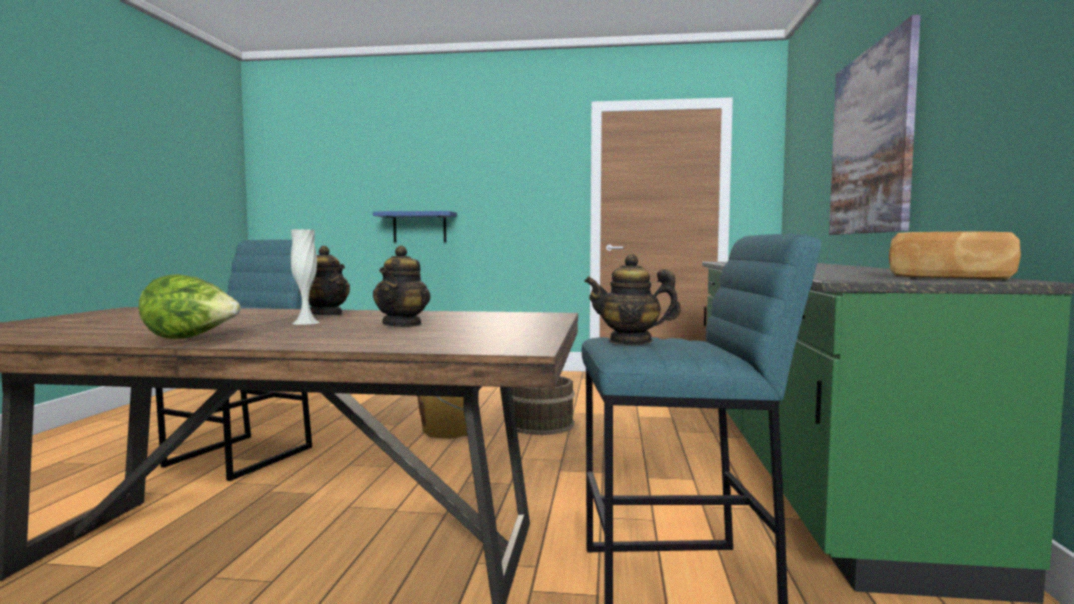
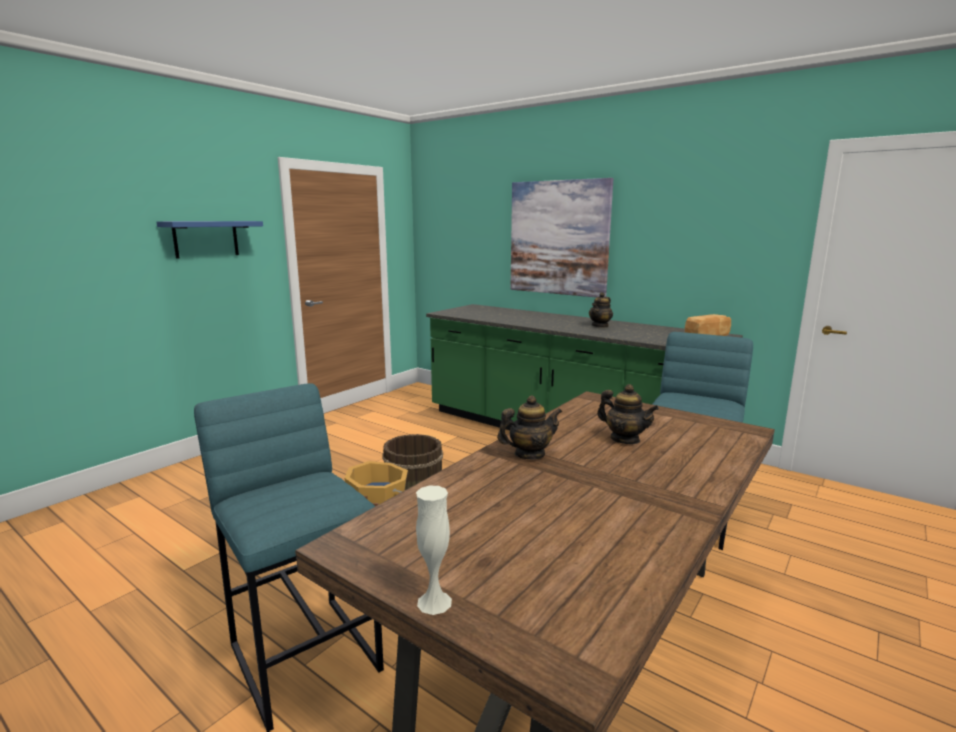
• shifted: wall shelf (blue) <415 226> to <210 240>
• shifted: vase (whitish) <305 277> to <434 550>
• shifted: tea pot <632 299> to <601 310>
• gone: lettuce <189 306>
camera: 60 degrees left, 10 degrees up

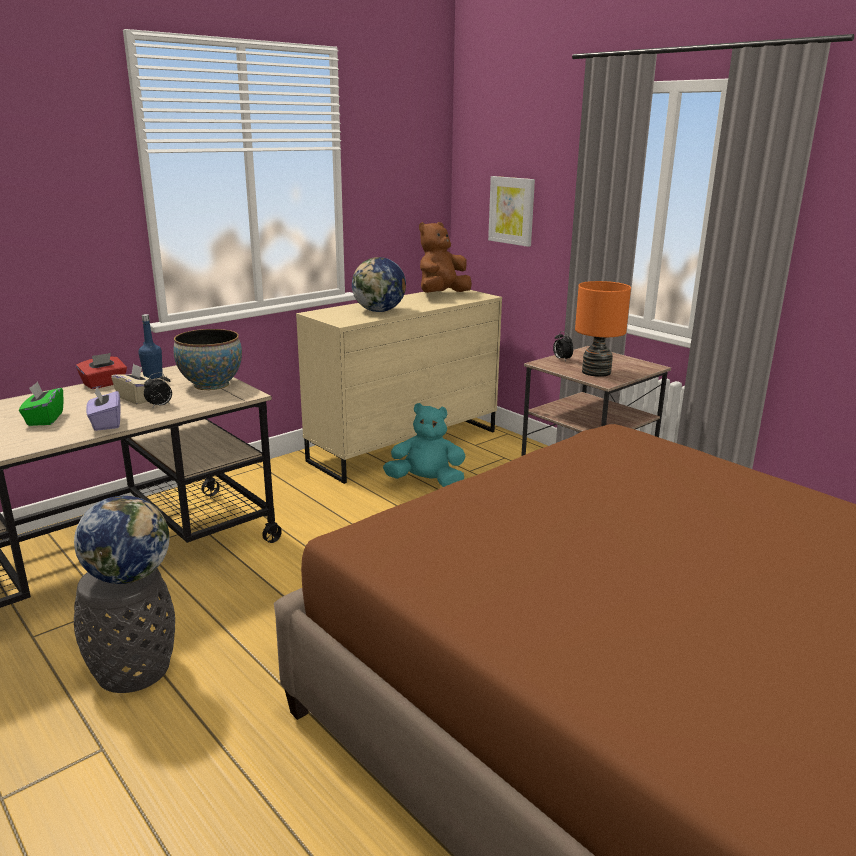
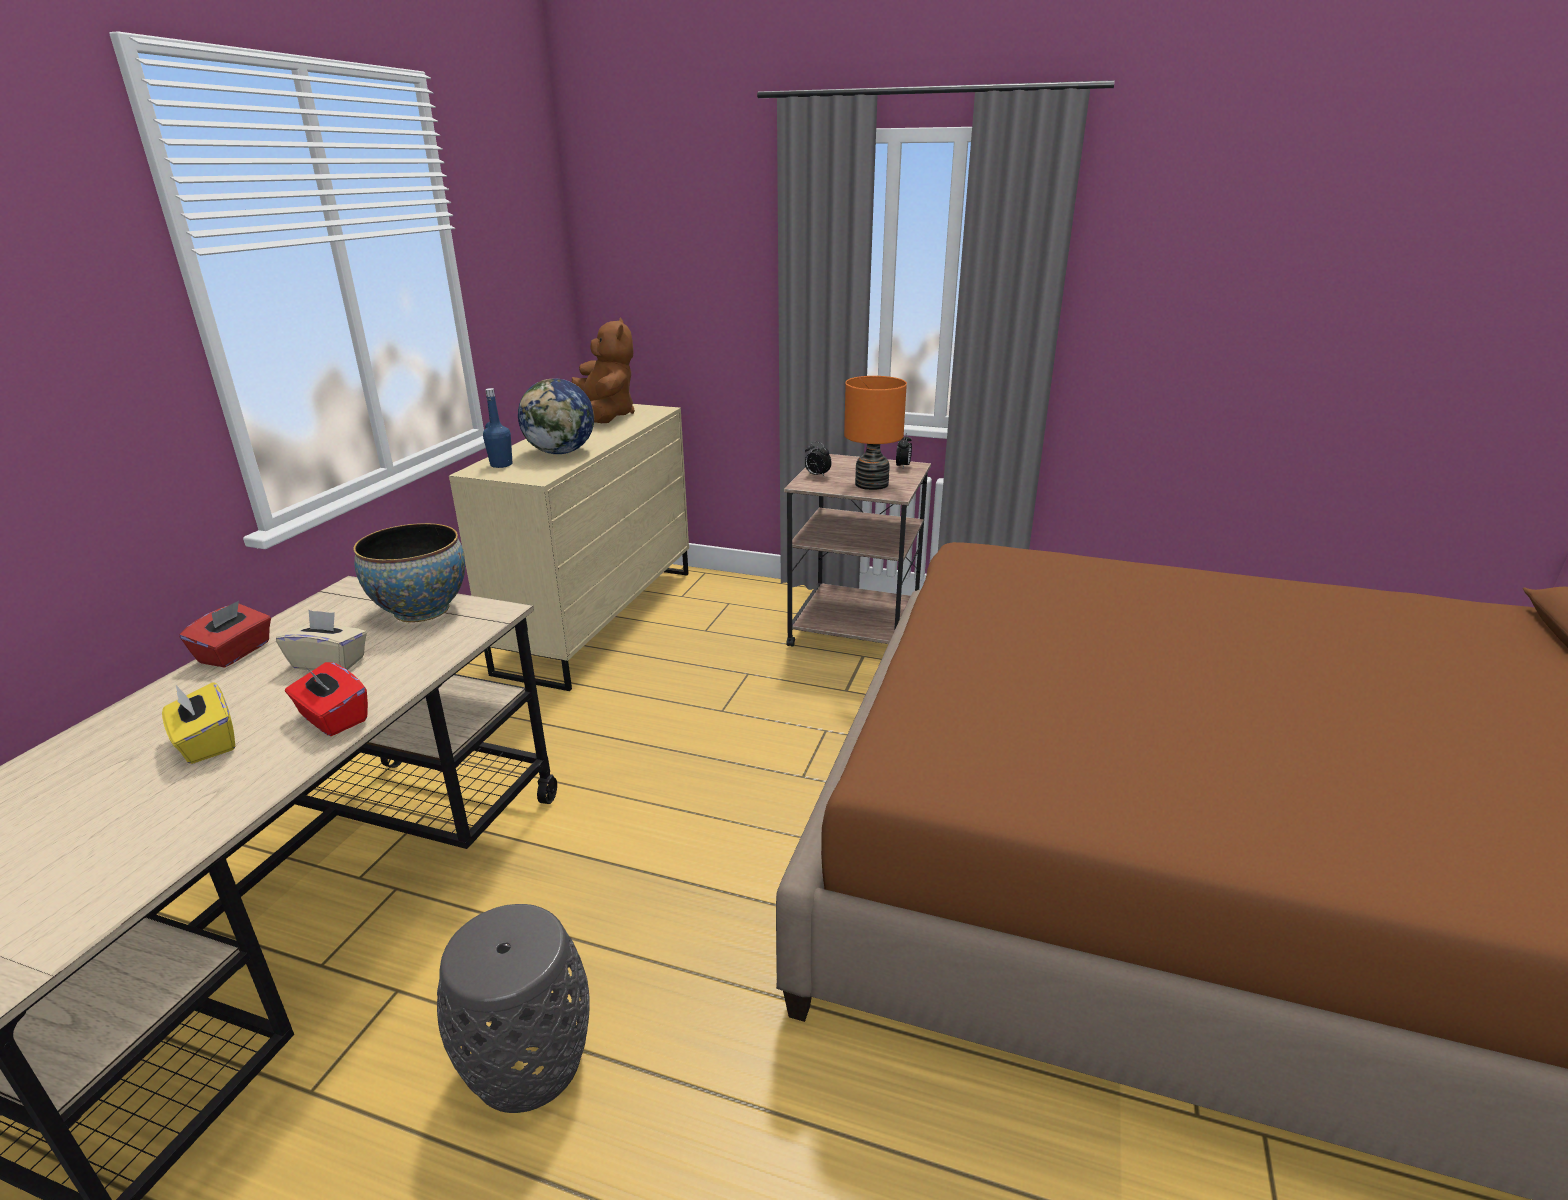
• gone: wall art <511 211>
• rotated: soft toy (brownish) <445 257> = <603 370> 150 degrees clockwise
• shifted: bottle (blue) <150 346> to <497 428>
• shifted: table clock <158 390> to <904 450>
• repainted: box of tissues (green) <41 404> to box of tissues (yellowish) <198 723>
• repainted: box of tissues (purplish) <103 409> to box of tissues (reddish) <326 699>
• gone: soft toy (turquoise-coloured) <424 445>
• gone: desk globe <122 540>
camera: 30 degrees left, 5 degrees up

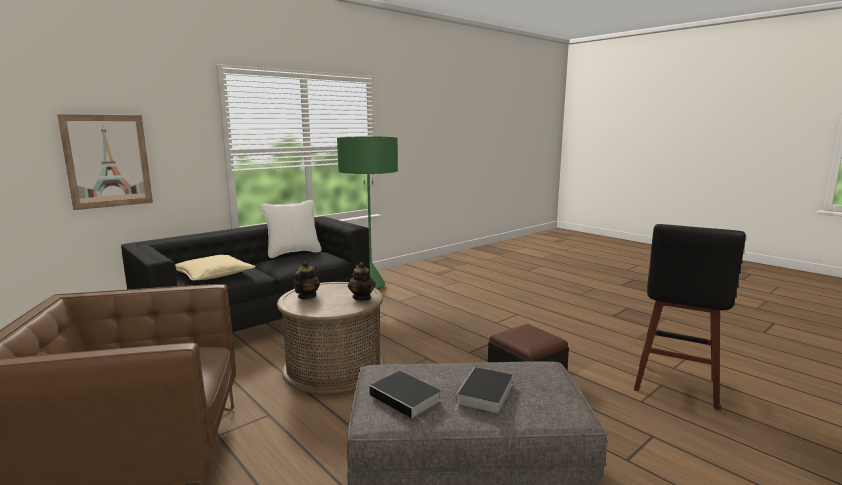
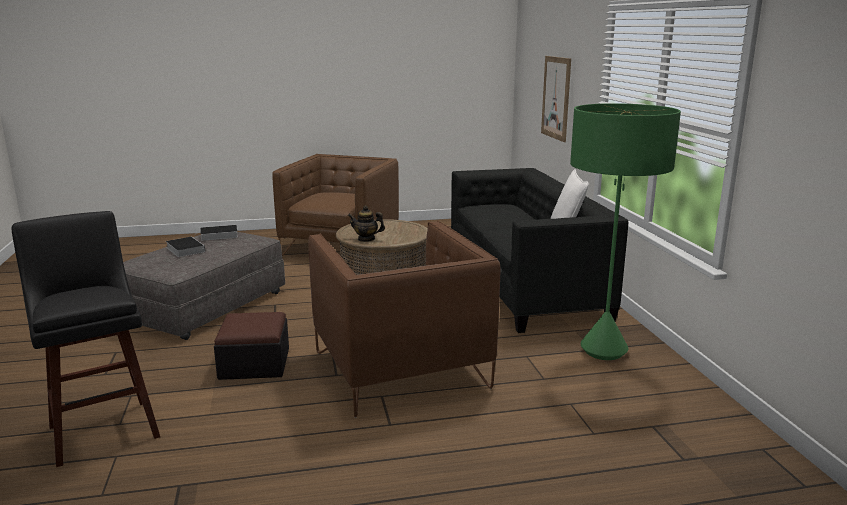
• gone: pillow (beige-coloured) <215 267>
• gone: tea pot <306 280>
• new: lounge chair (brownish) <404 319>
camera: 120 degrees right, 5 degrees up

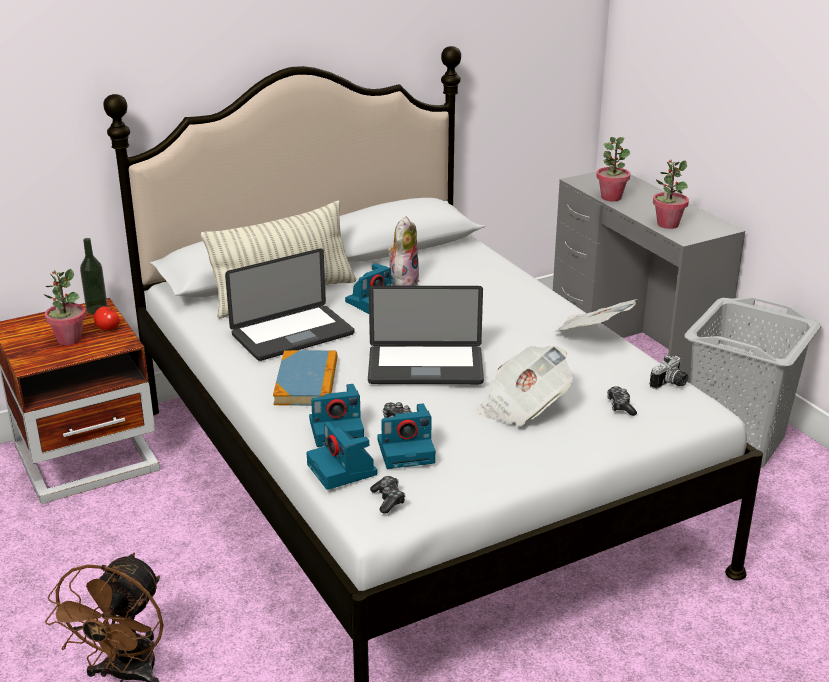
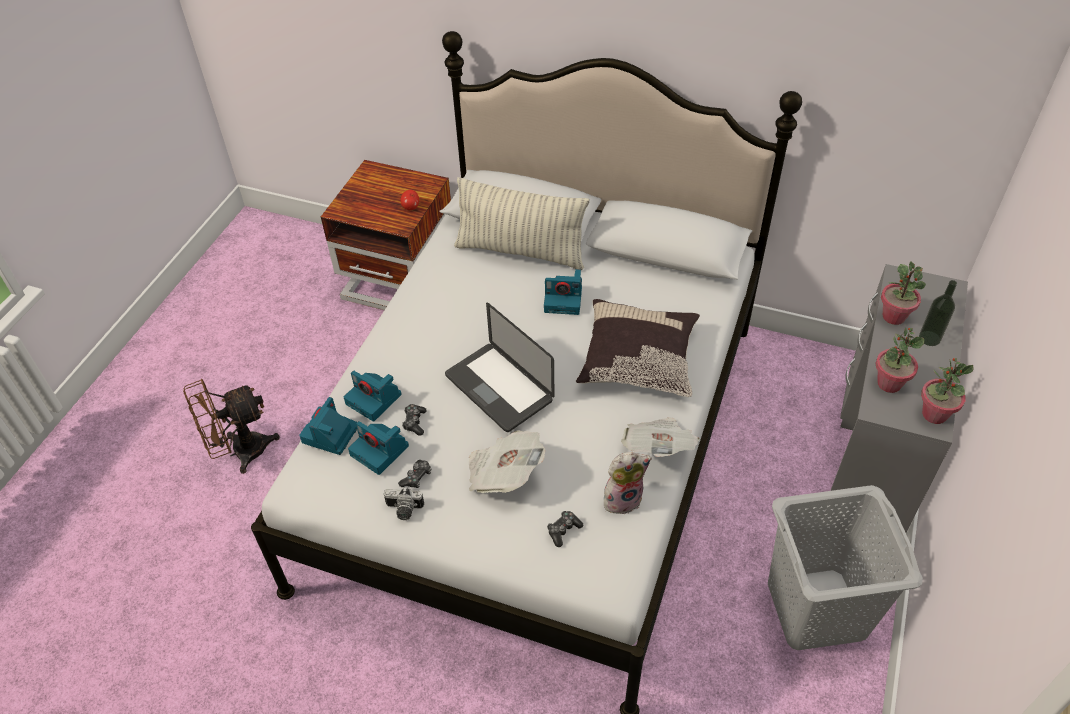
• shifted: soft toy <403 251> to <628 483>
• shifted: bottle <94 276> to <938 313>
• gone: notebook computer <290 304>
• shifted: houseplant <65 307> to <947 391>
• gone: bound book <305 378>
• shifted: still camera <669 372> to <404 503>
• shifted: gamepad <387 495> to <414 474>
• new: pillow <638 348>
camera: 50 degrees right, 20 degrees up

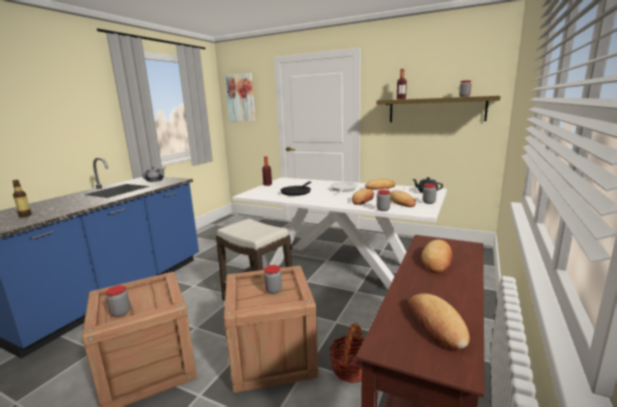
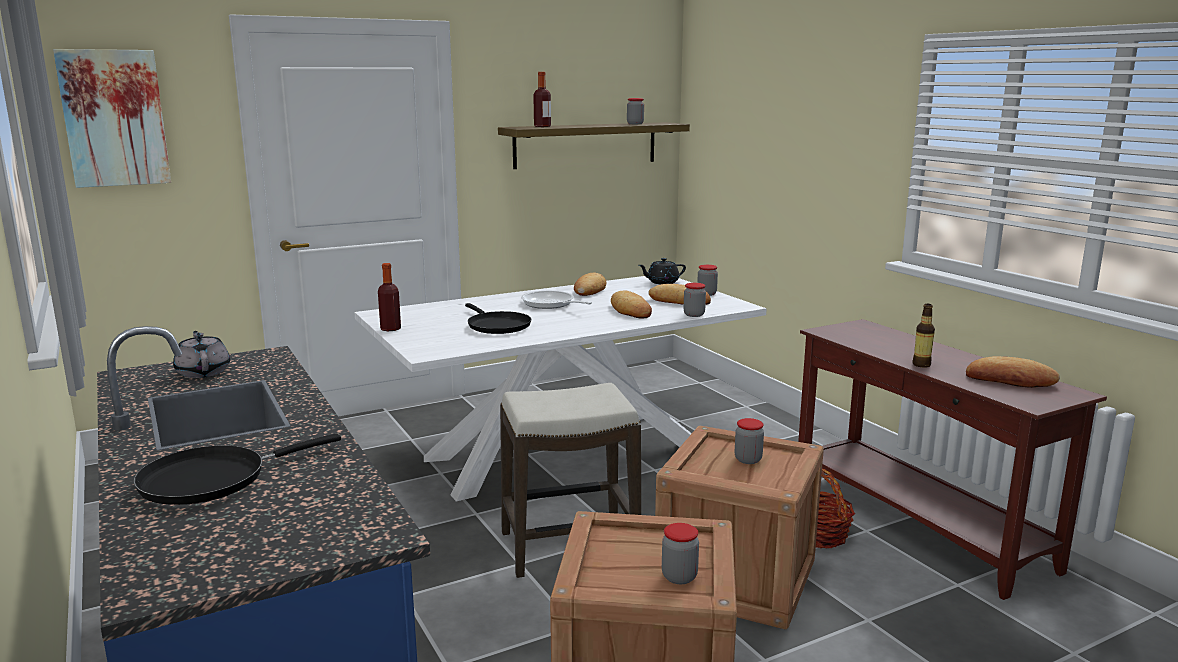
• shifted: bottle <22 198> to <924 336>
• gone: bakery bread <437 257>
• new: frying pan (black) <237 469>
camera: 55 degrees left, 0 degrees up

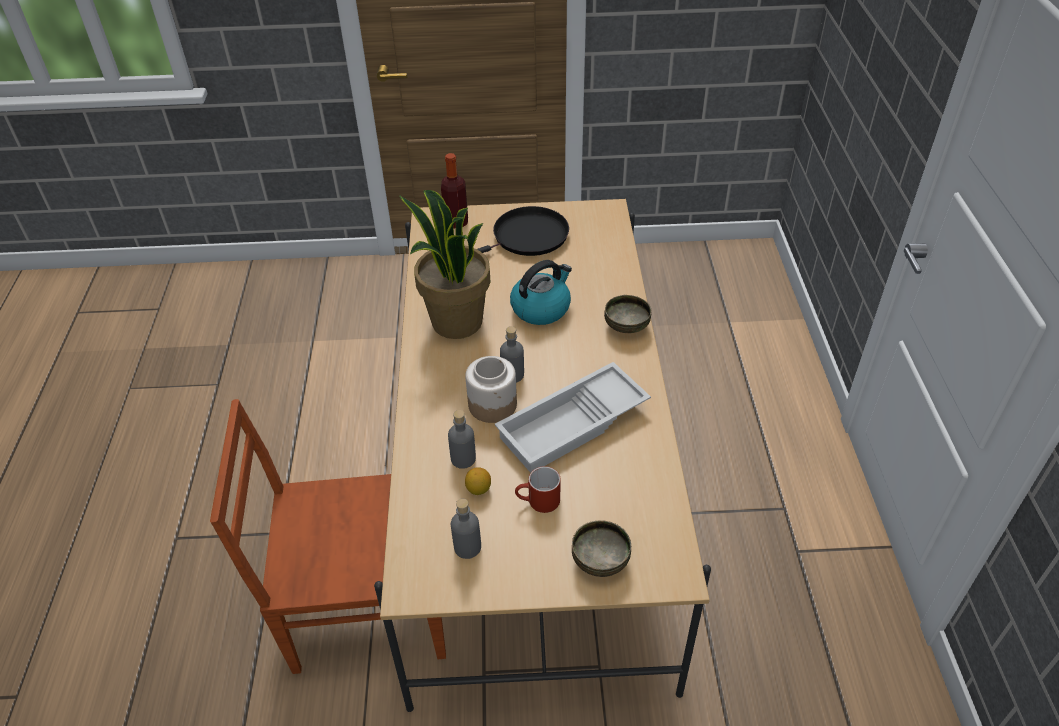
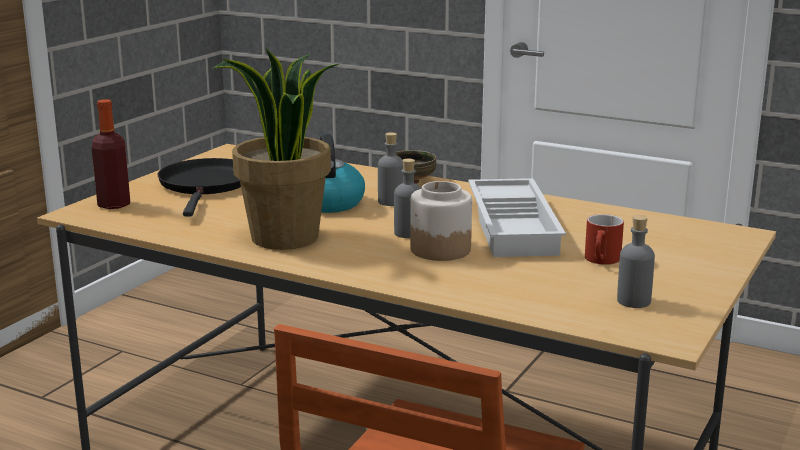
• shifted: bottle (greyish) <462 439> to <390 169>
• gone: whole lemon <478 481>
• gone: bowl <601 548>
camera: 60 degrees left, 25 degrees down

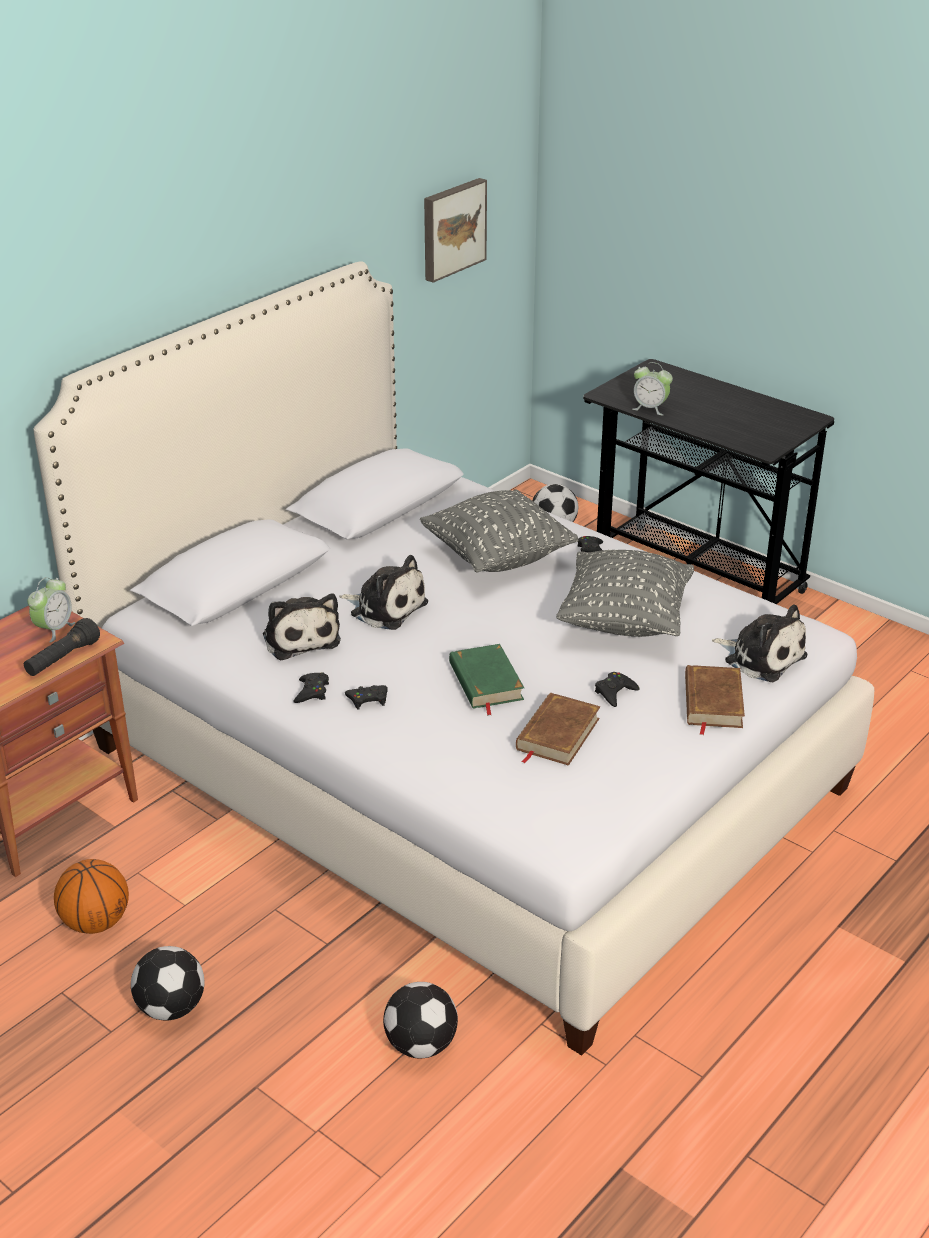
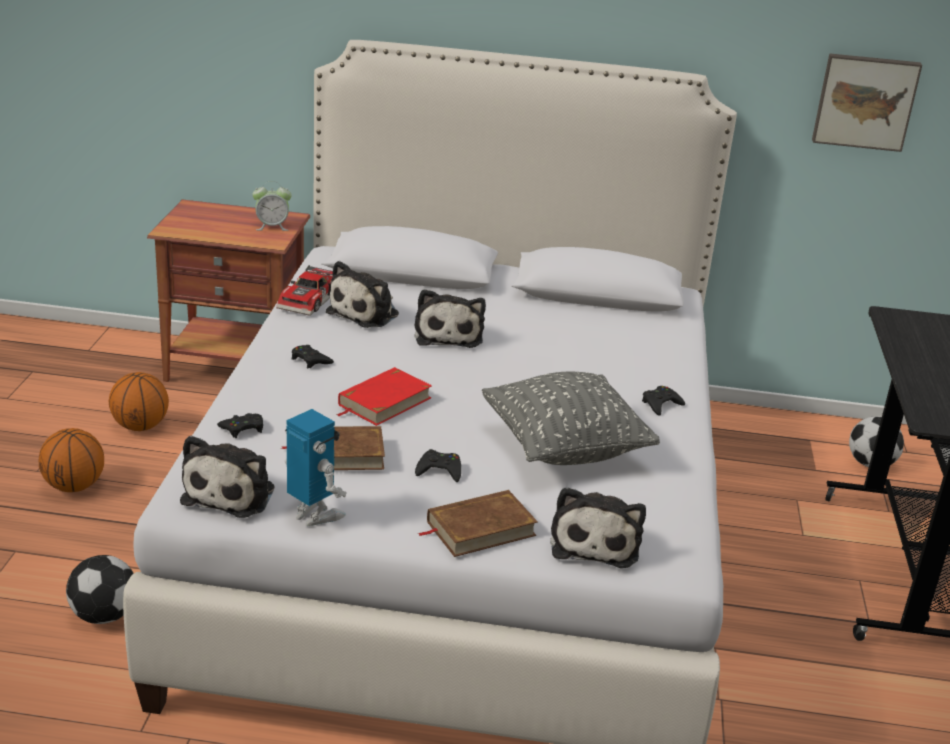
• gone: table clock <652 388>
• gone: pillow (greyish) <499 531>
• gone: flashlight (black) <62 647>
• repainted: bound book (green) <486 680> to bound book (reddish) <384 396>
• shifted: gamepad (black) <311 687> to <240 425>
• swapped: football <167 983> to basketball ball <71 460>
• new: miniature car <304 290>
• new: model robot <316 467>
• new: soft toy <227 476>
camera: 55 degrees right, 5 degrees down

